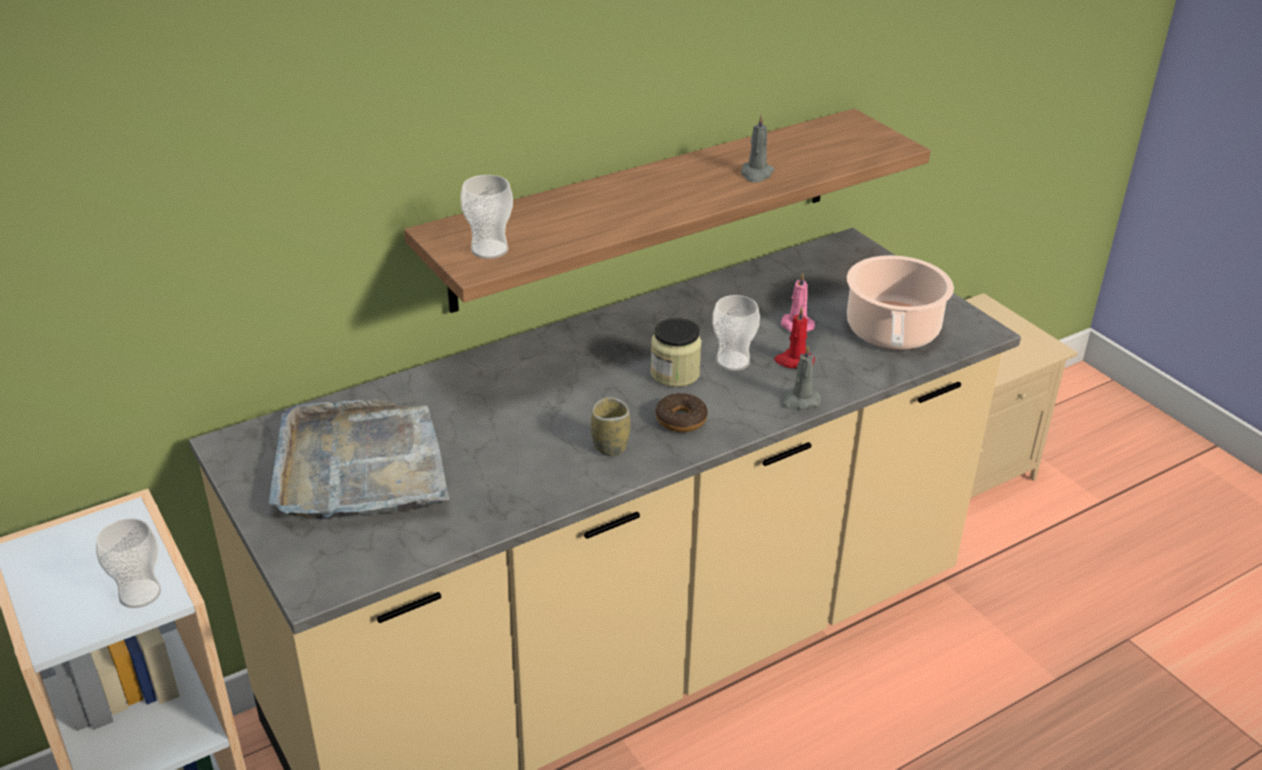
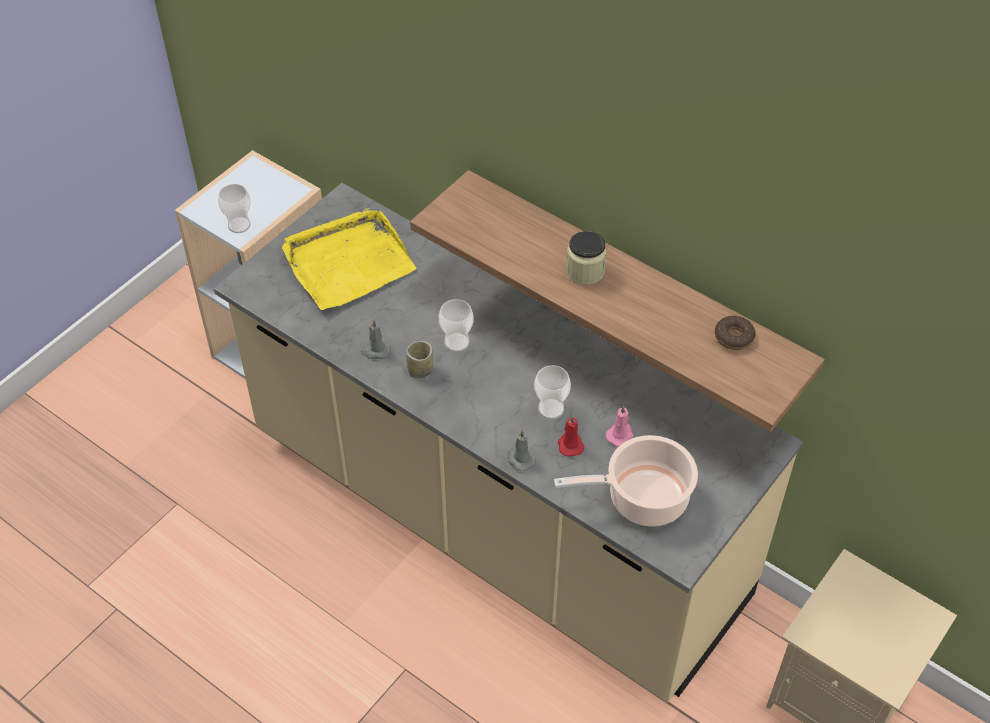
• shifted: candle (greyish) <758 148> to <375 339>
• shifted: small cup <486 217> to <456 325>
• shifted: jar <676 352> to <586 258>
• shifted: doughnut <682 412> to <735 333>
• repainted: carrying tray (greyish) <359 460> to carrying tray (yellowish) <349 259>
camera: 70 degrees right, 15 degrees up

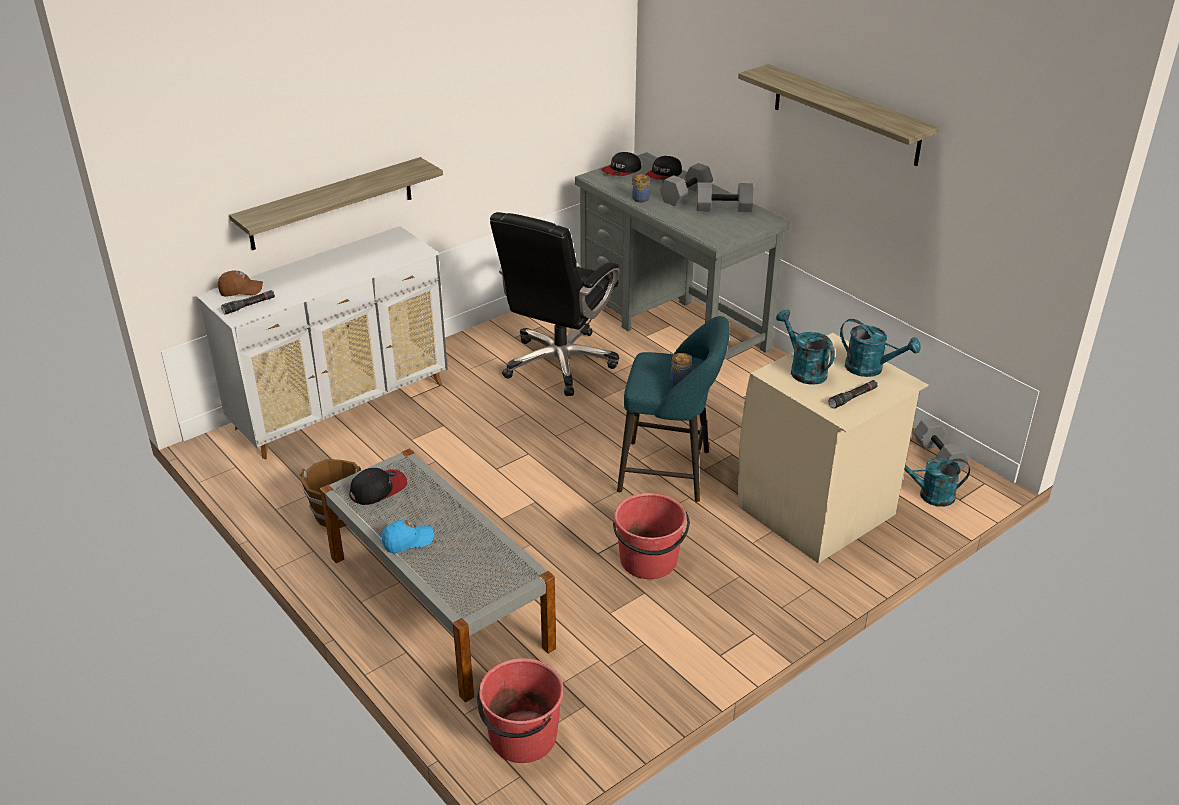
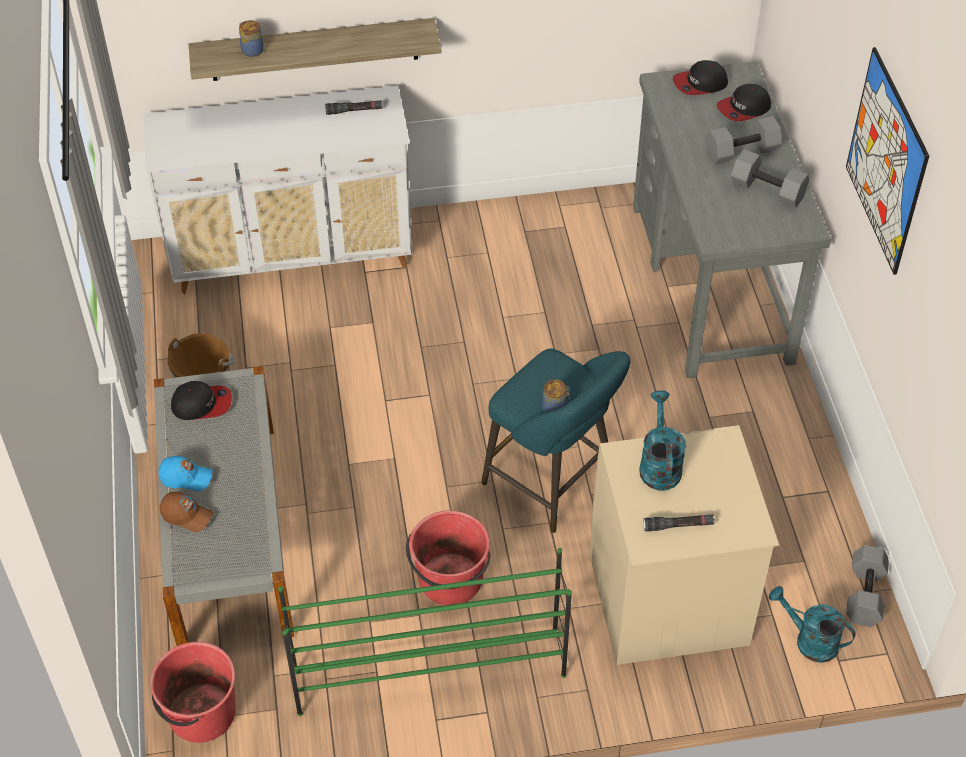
• swapped: wall shelf <838 115> to wall art <887 161>
• shifted: jar <640 188> to <251 38>
• gone: computer chair (black) <555 304>
• shifted: cap (brownish) <240 284> to <187 512>
• shifted: flashlight (black) <248 302> to <353 107>
• gone: sprinkling can (turquoise-coloured) <880 348>
• new: shoe rack (green) <425 632>
camera: 30 degrees right, 15 degrees up

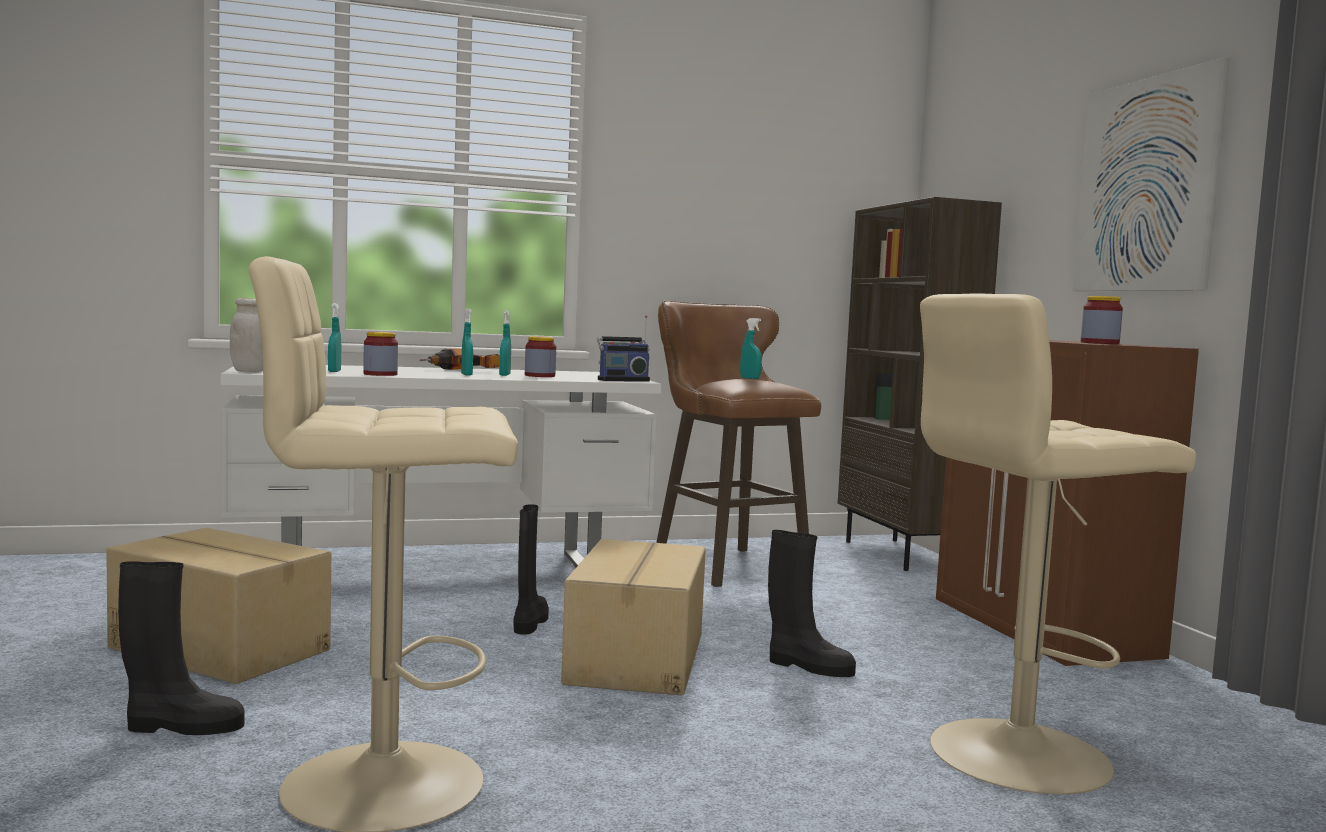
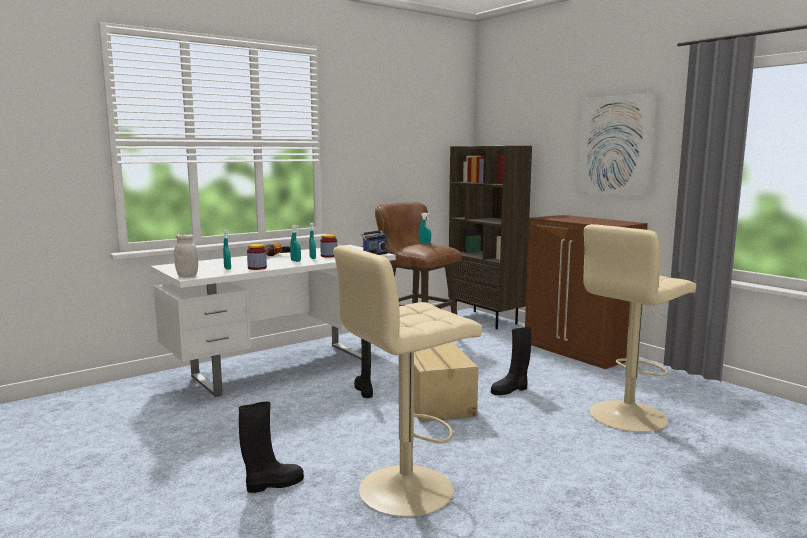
• gone: jar <1102 320>
• gone: cardboard box <218 606>
• rotated: boot (black) <812 603> = <511 361> 150 degrees clockwise
camera: 20 degrees left, 5 degrees up

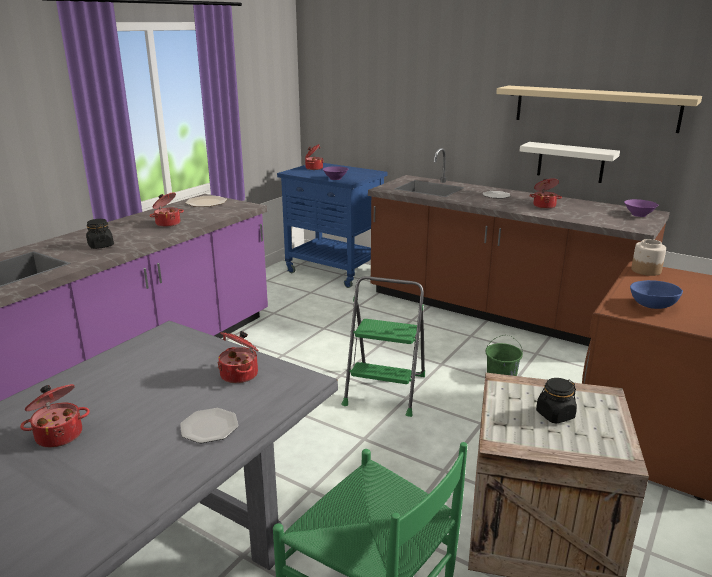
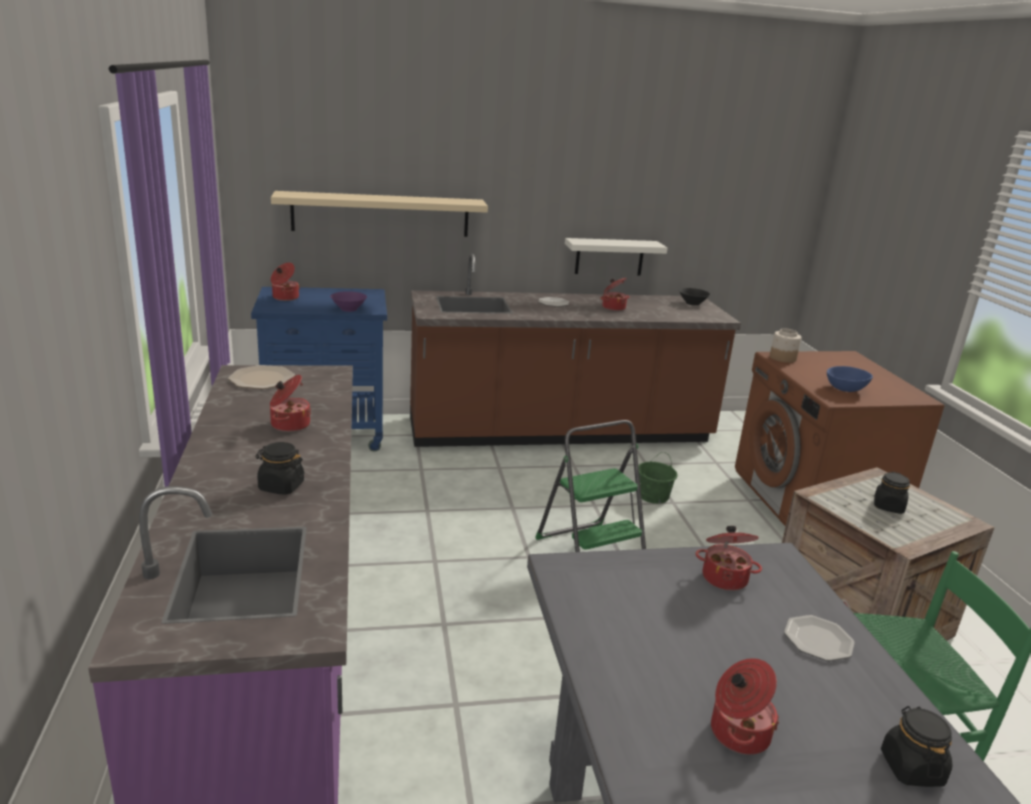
• shifted: wall shelf (beige-coloured) <599 109> to <379 214>
• repainted: bowl (purplish) <641 208> to bowl (black) <694 297>
• new: jar (black) <916 746>
camera: 45 degrees left, 0 degrees up

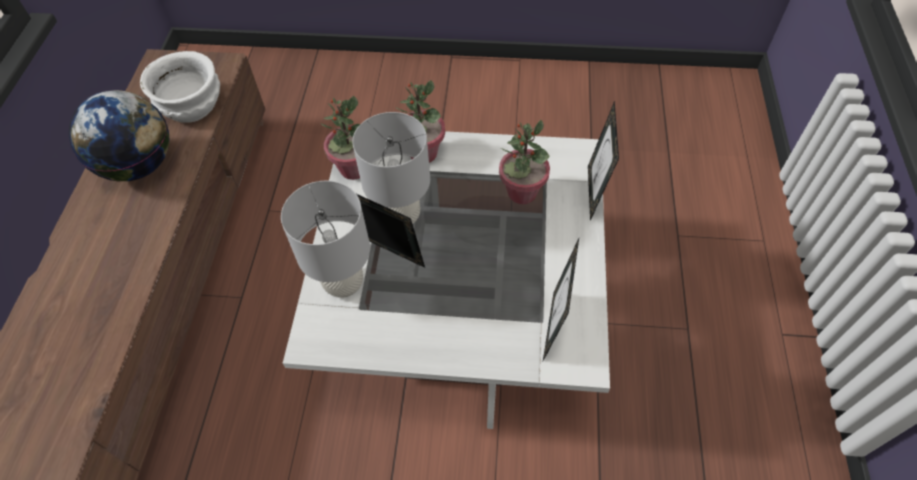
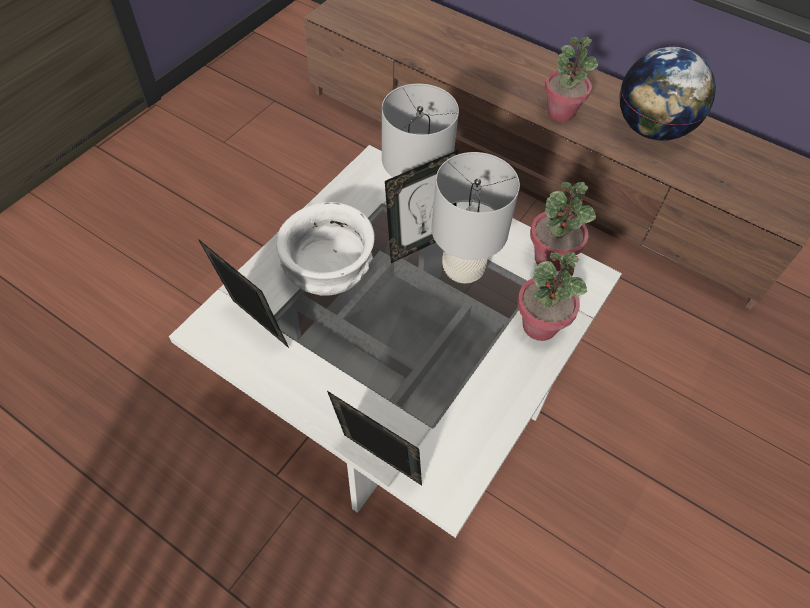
• shifted: bowl (whitish) <180 87> to <325 249>
• shifted: houseplant <524 162> to <571 79>
camera: 115 degrees right, 0 degrees up

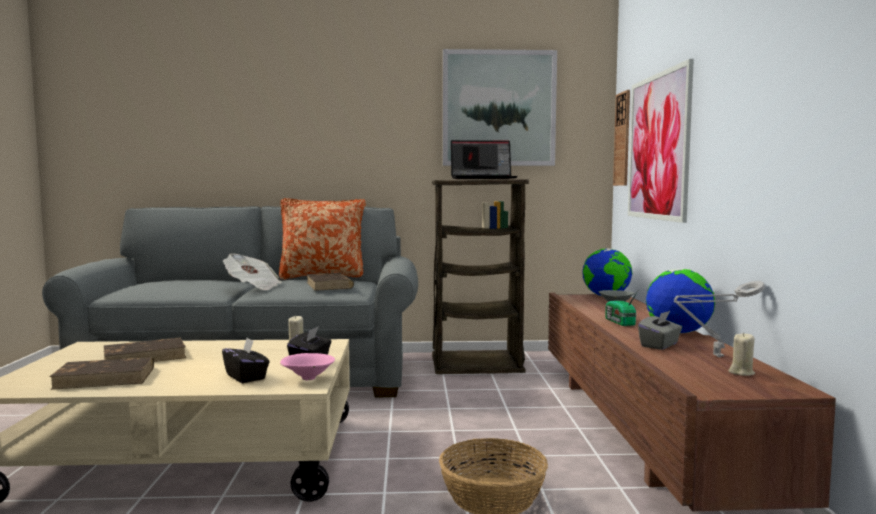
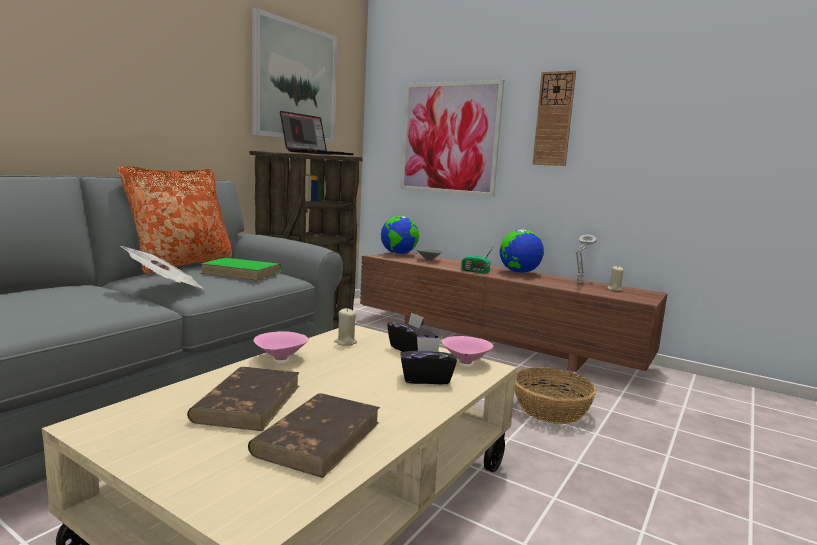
• shifted: wall clock <621 138> to <554 118>
• repainted: bound book (brownish) <330 282> to bound book (green) <240 269>
• gone: box of tissues (greyish) <660 330>
• new: bowl (pink) <281 345>
camera: 55 degrees left, 5 degrees up

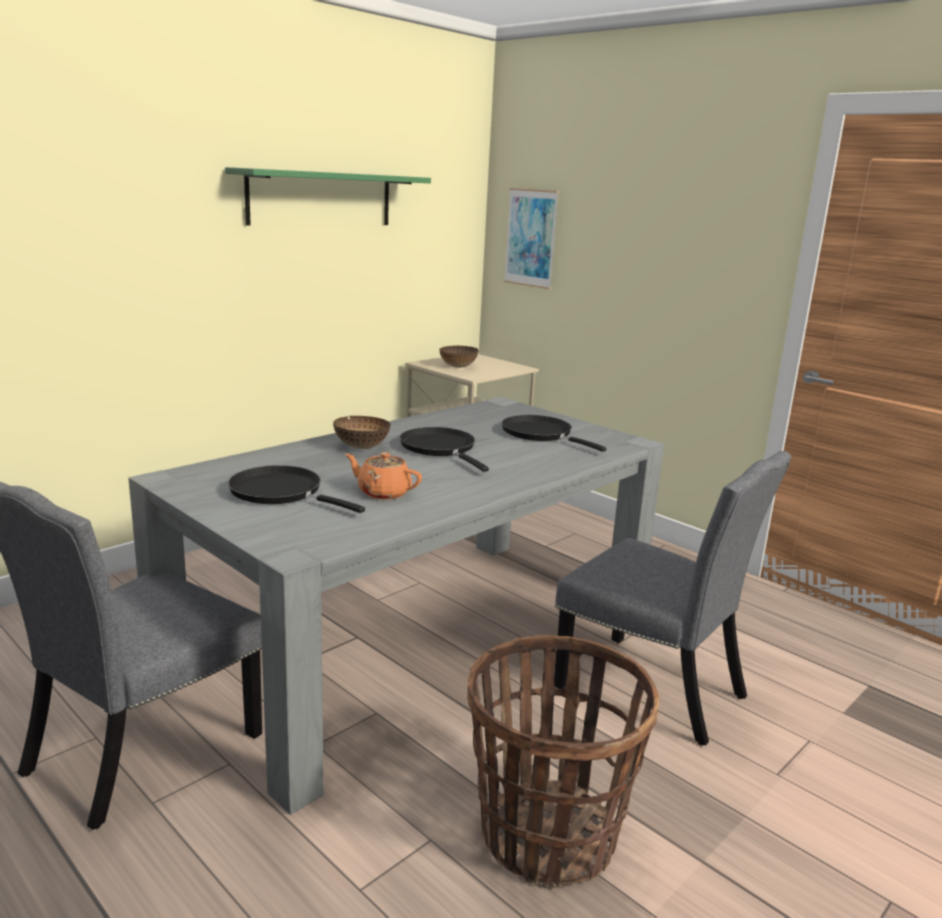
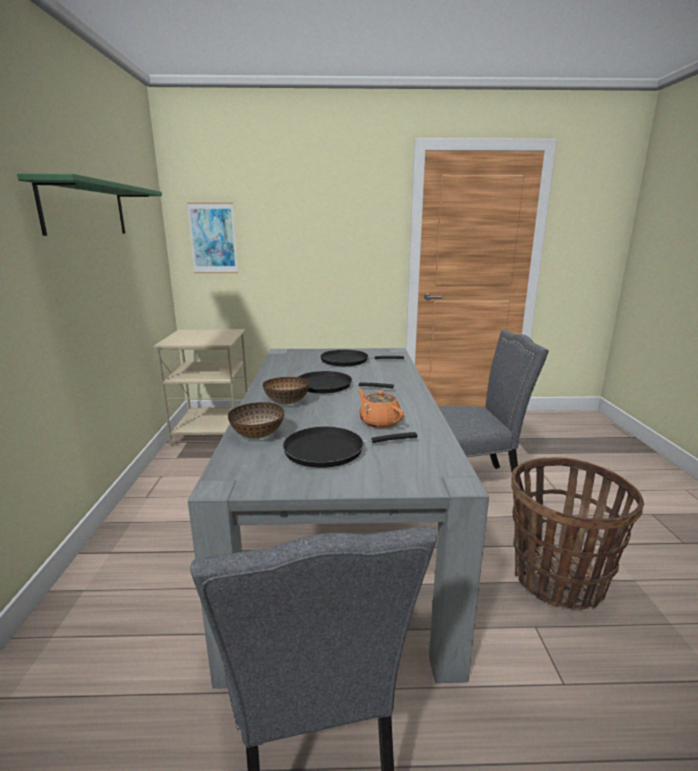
• shifted: bowl <458 357> to <256 420>
• rotated: tea pot (orange) <383 475> = <381 408> 75 degrees clockwise
camera: 45 degrees left, 0 degrees up

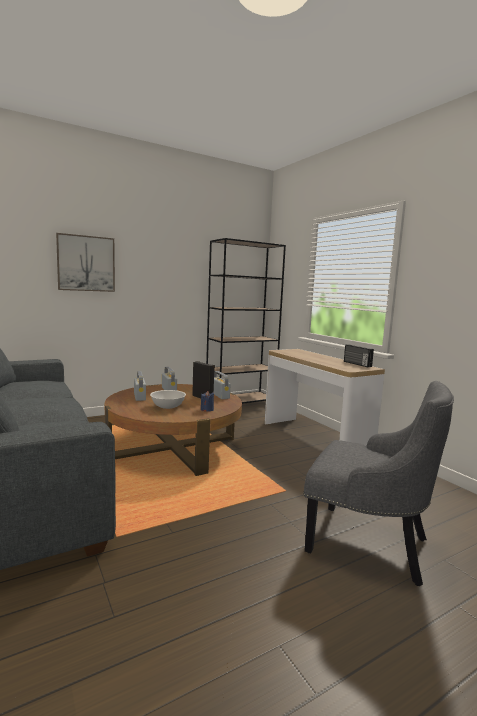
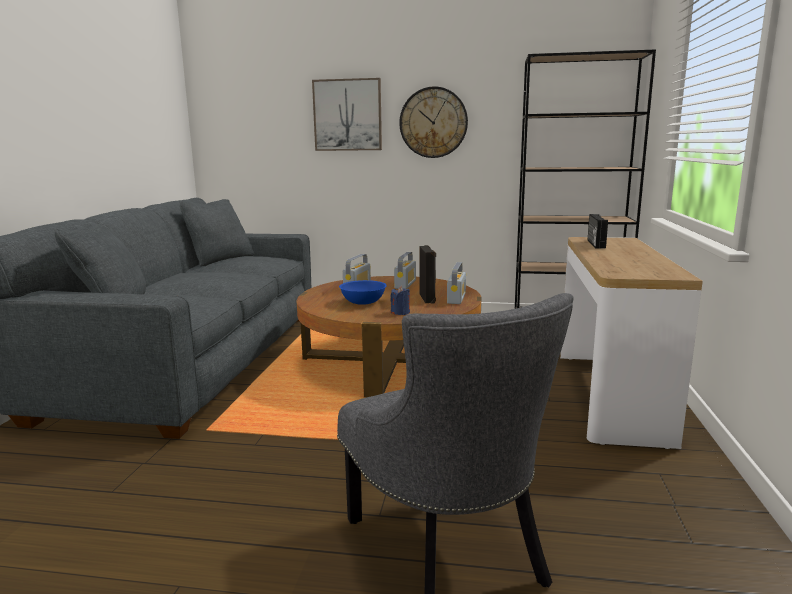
• shifted: radio receiver <359 356> to <598 231>
• repainted: bowl (whitish) <168 399> to bowl (blue) <363 292>
• new: wall clock <433 122>
camera: 40 degrees right, 5 degrees up

